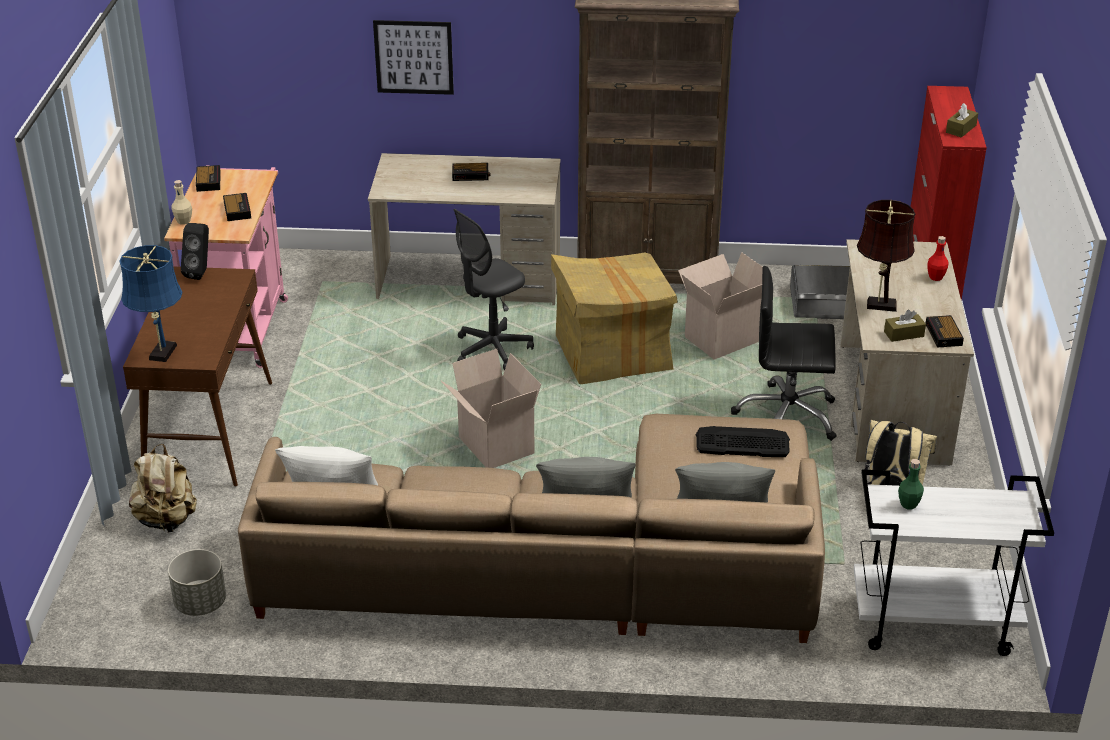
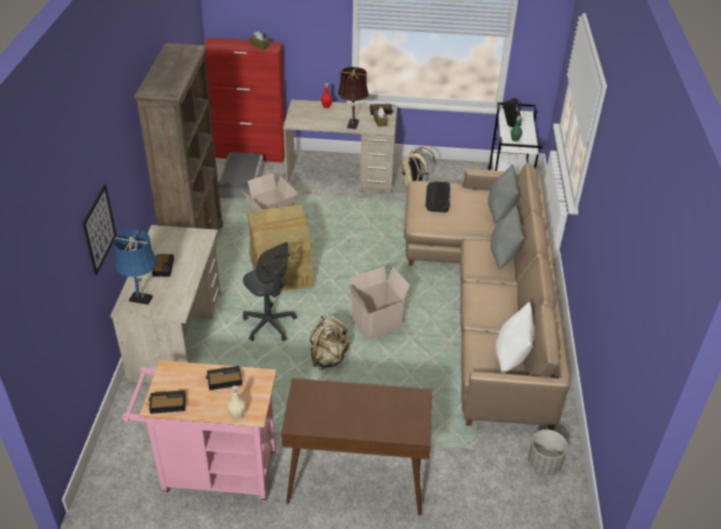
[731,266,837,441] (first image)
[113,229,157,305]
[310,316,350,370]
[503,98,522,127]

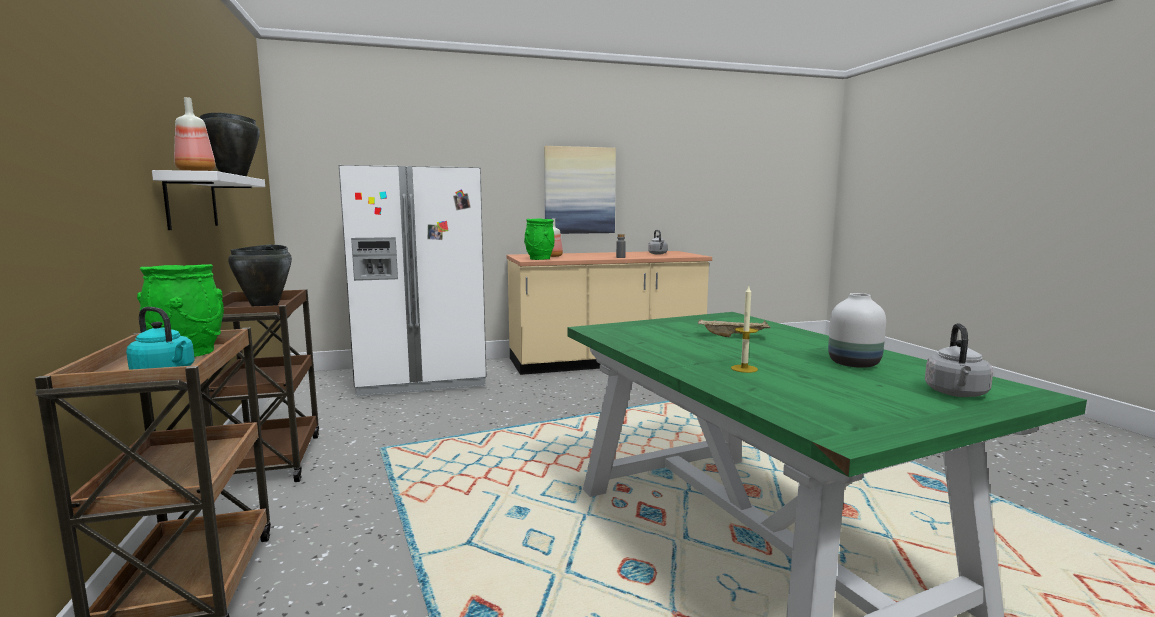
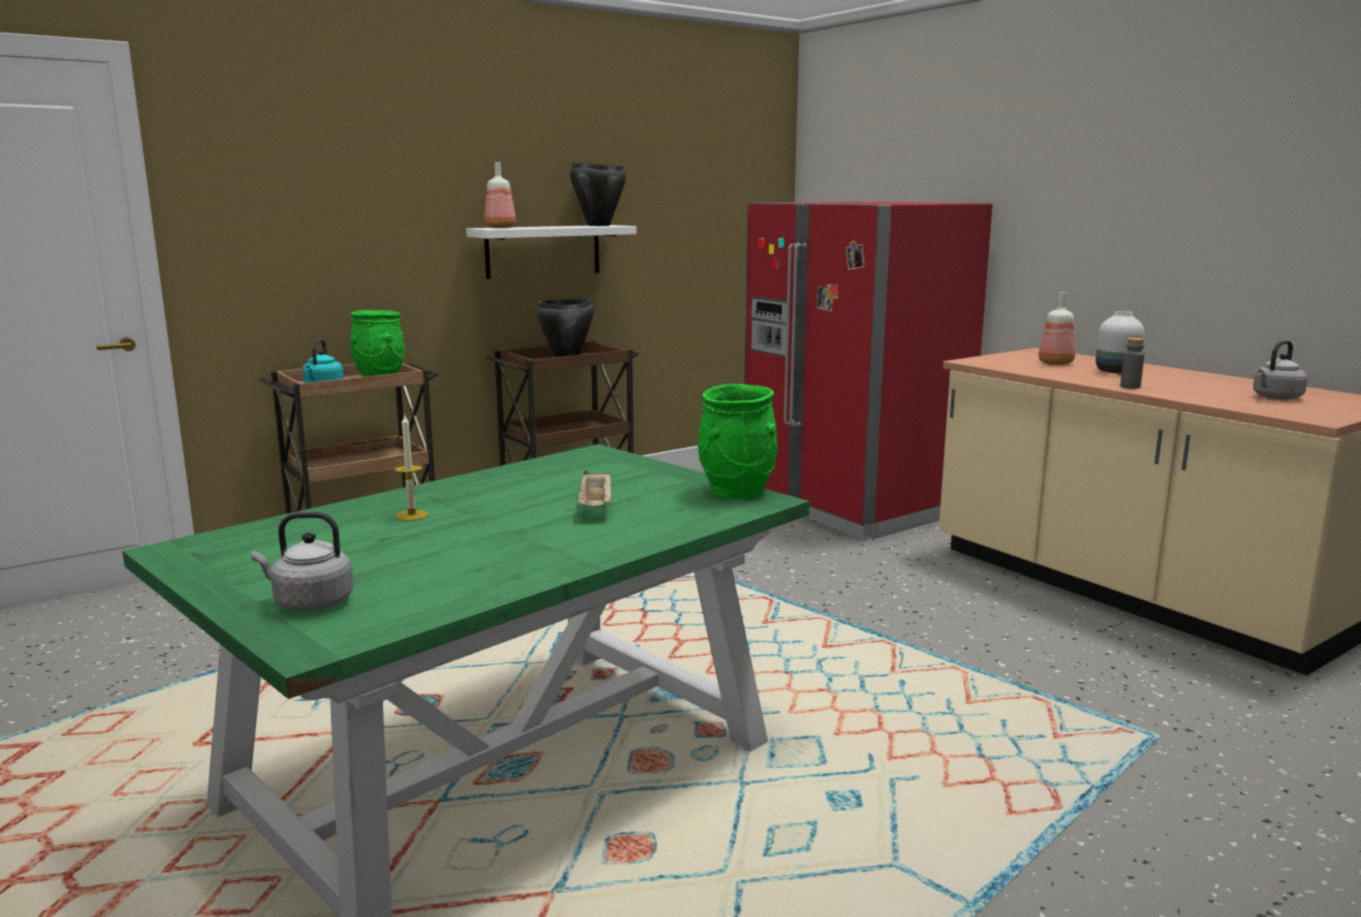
[544,146,616,234] (first image)
[698,384,778,499]
[1096,311,1145,374]
[744,202,993,539]

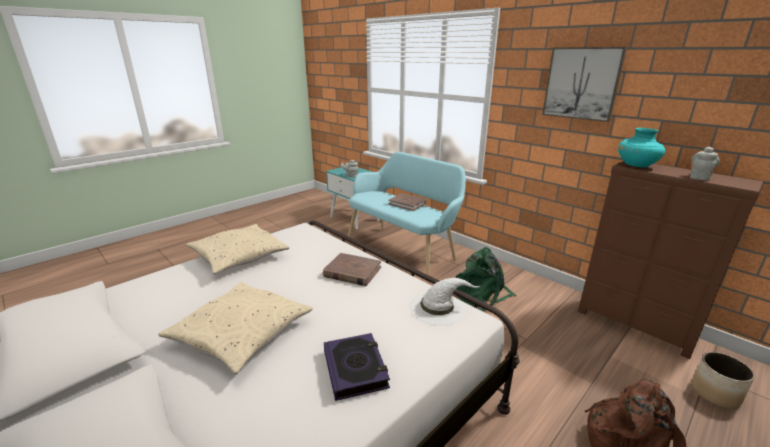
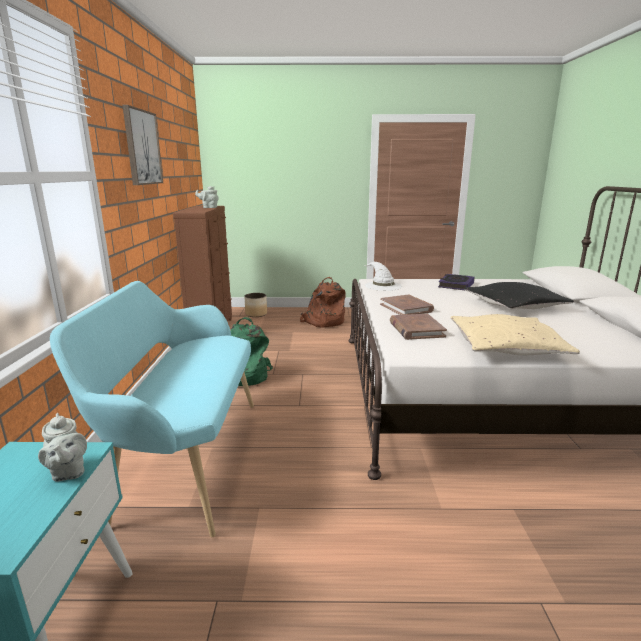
[618,128,665,168] (first image)
[390,314,447,340]
[464,282,574,309]

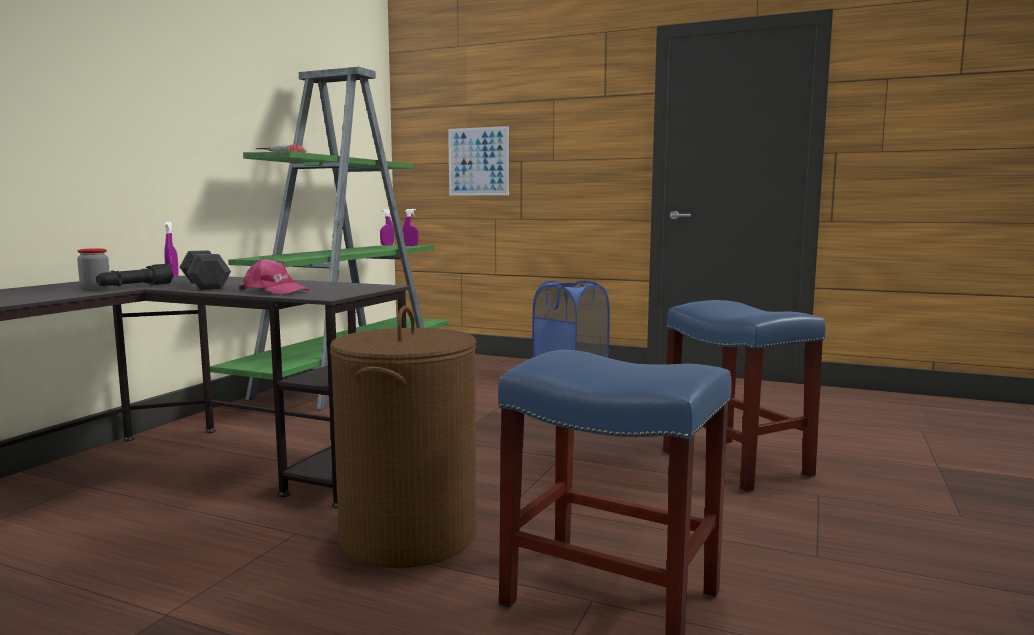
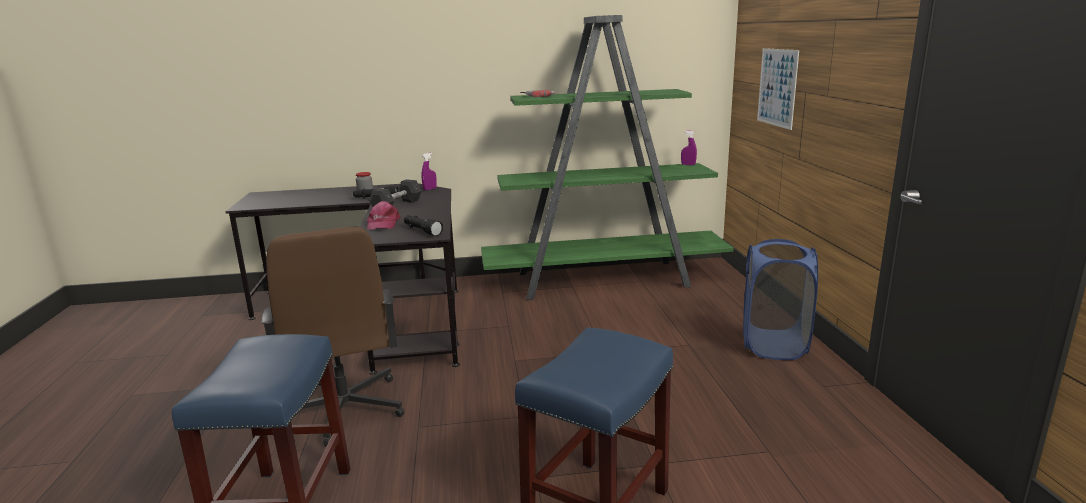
[402,209,419,246] (first image)
[404,215,443,236]
[261,227,404,446]

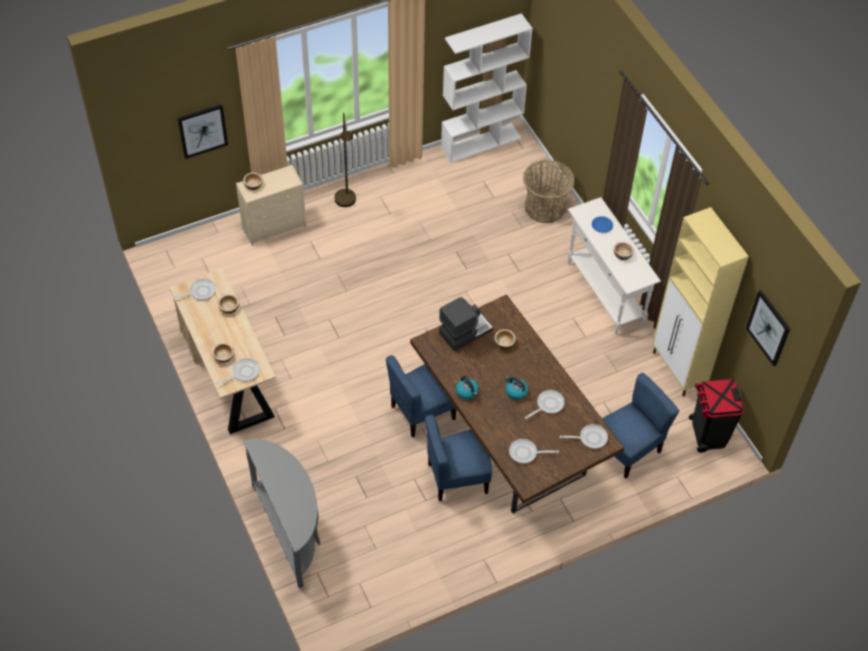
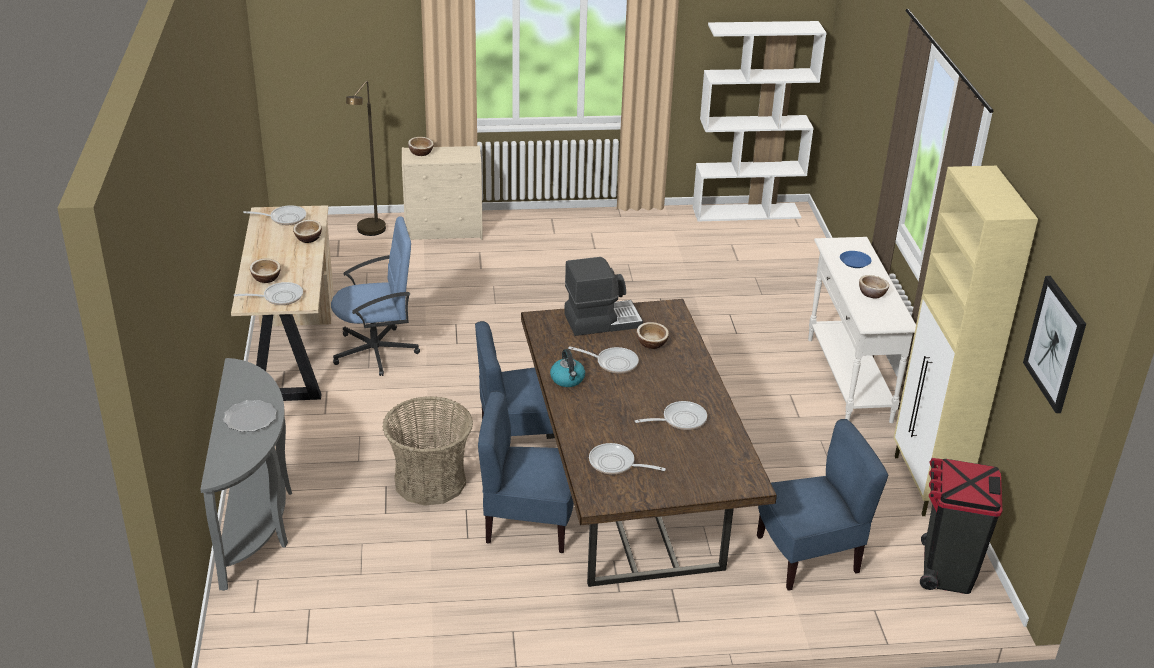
[178,104,228,159] (first image)
[505,376,528,400] (first image)
[223,400,277,432]
[331,217,420,376]
[346,81,386,236]
[382,396,473,506]
[568,346,639,373]

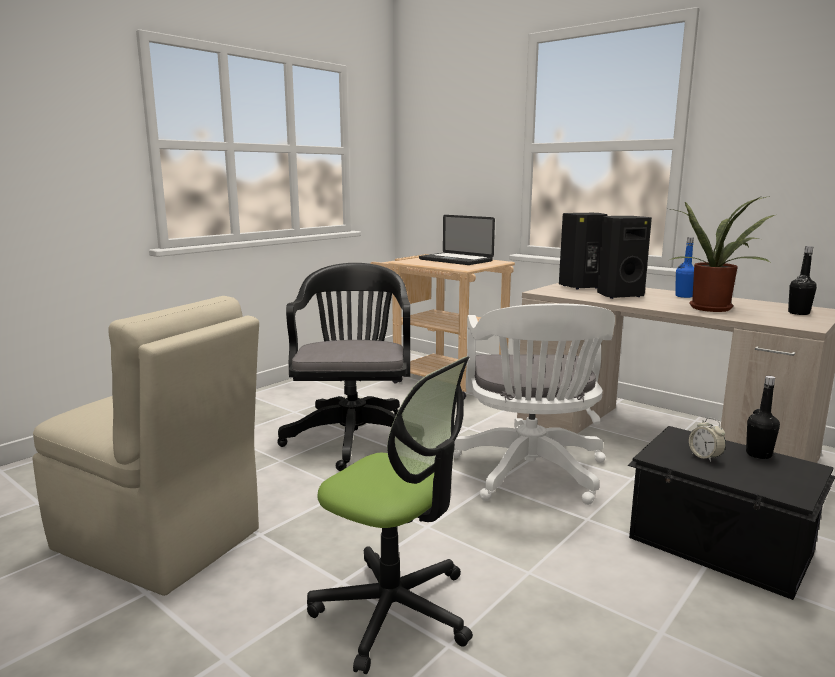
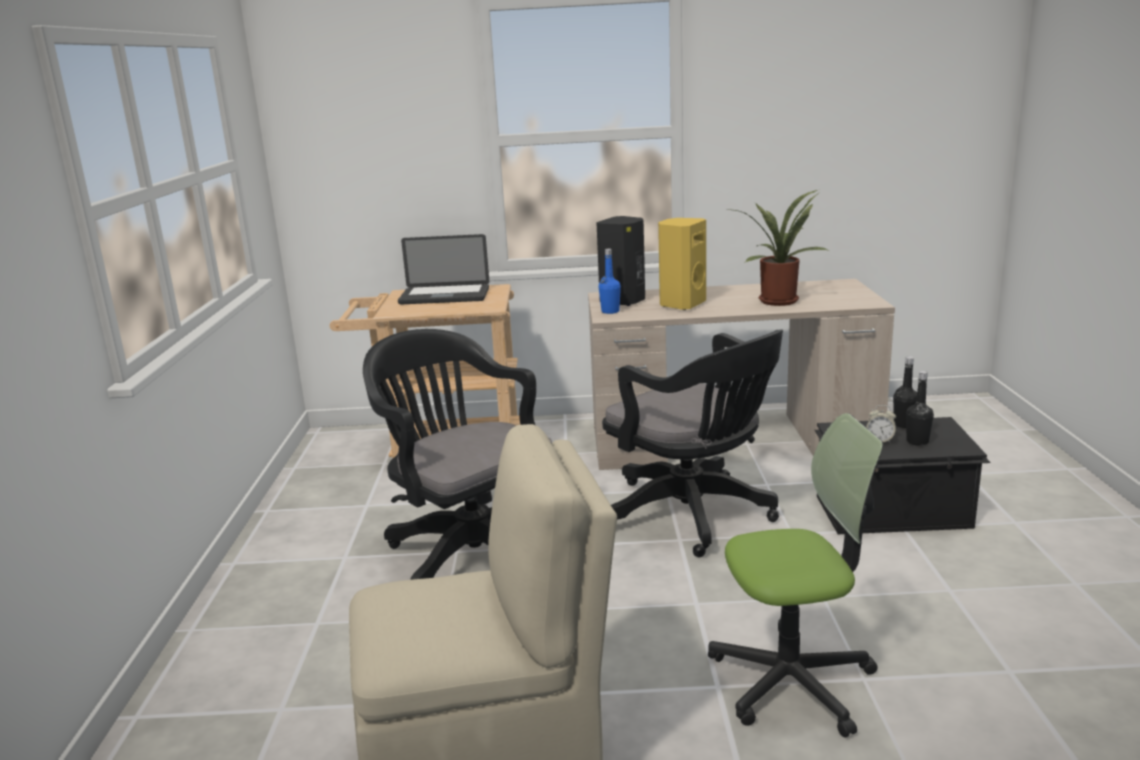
[599,249,621,314]
[906,371,934,446]
[602,330,783,557]
[658,218,706,310]

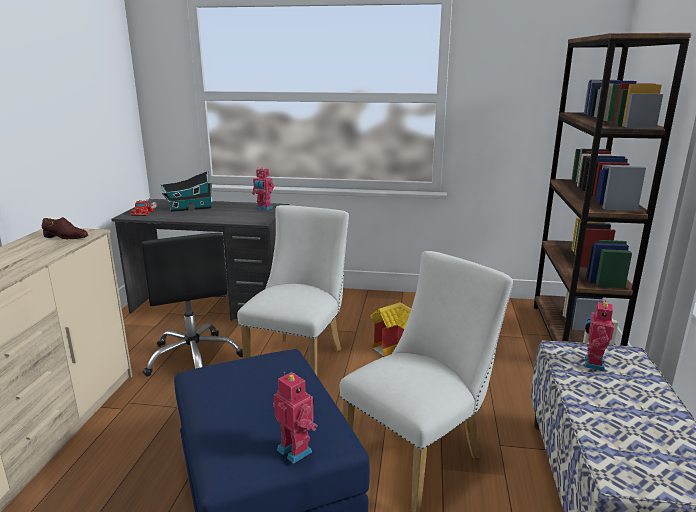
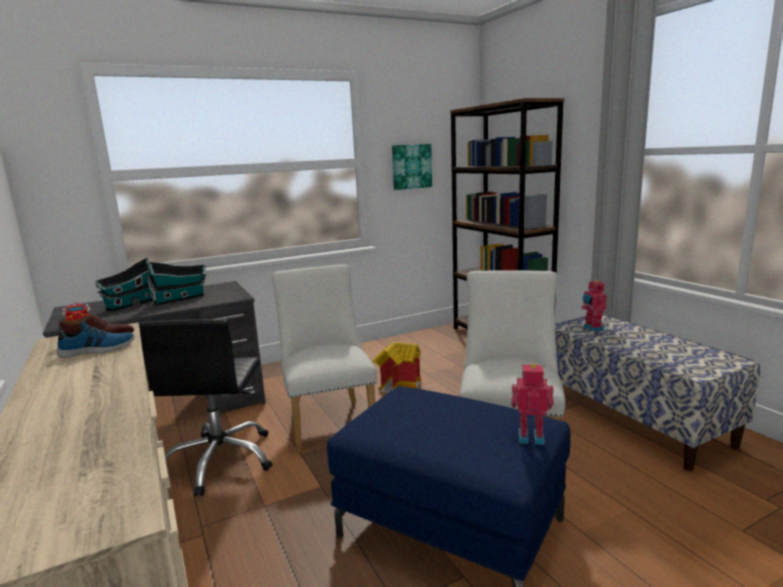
[252,167,274,211] (first image)
[57,317,134,358]
[147,261,206,305]
[392,144,432,190]
[139,319,272,496]

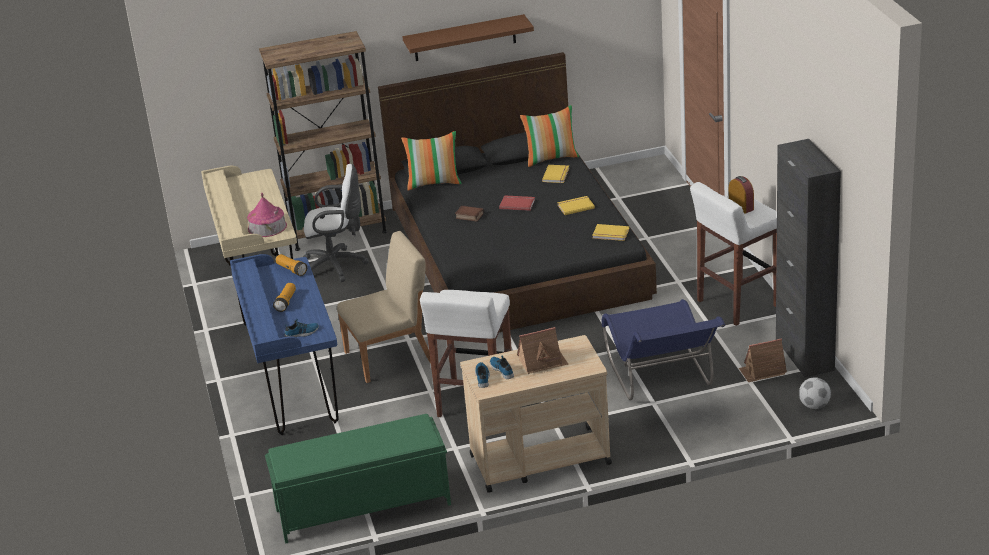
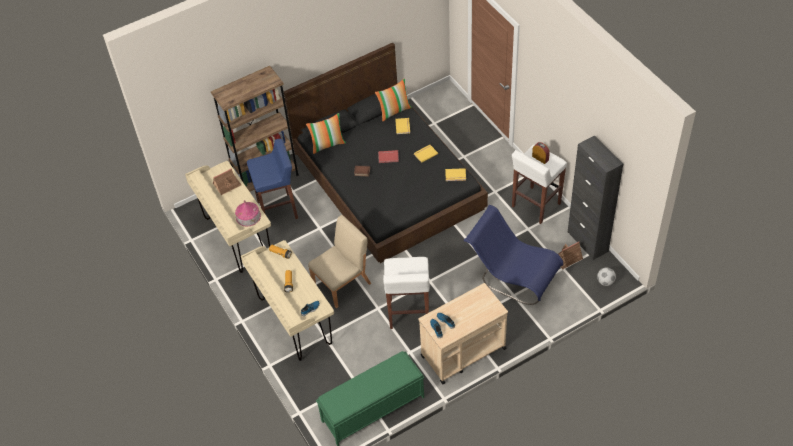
[402,14,534,61] (first image)
[213,168,242,195]
[247,139,298,219]
[241,240,334,361]
[464,205,563,305]

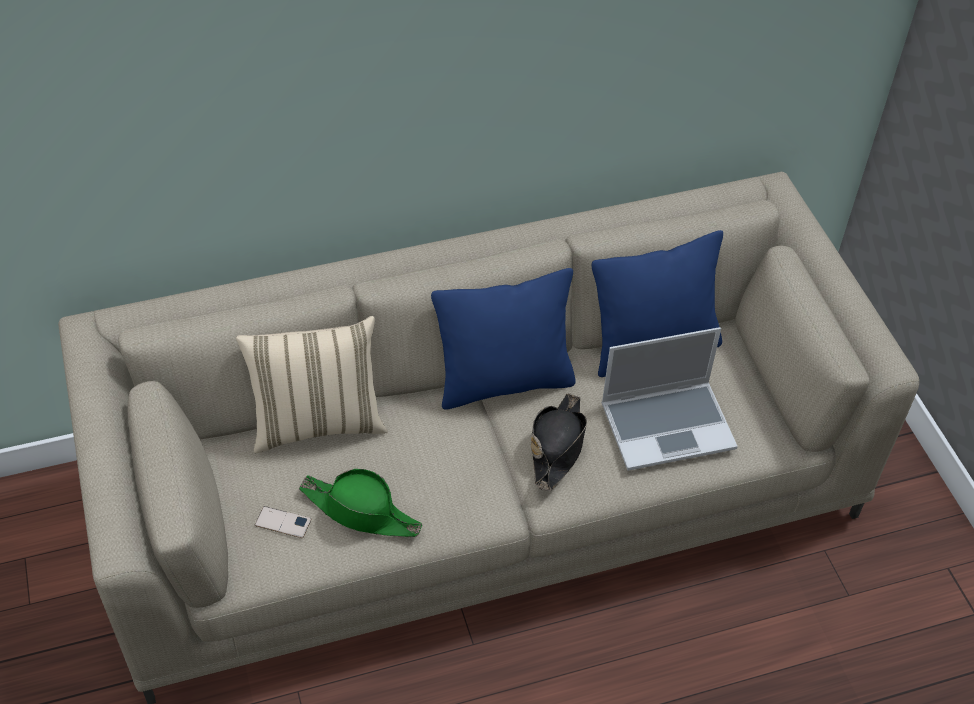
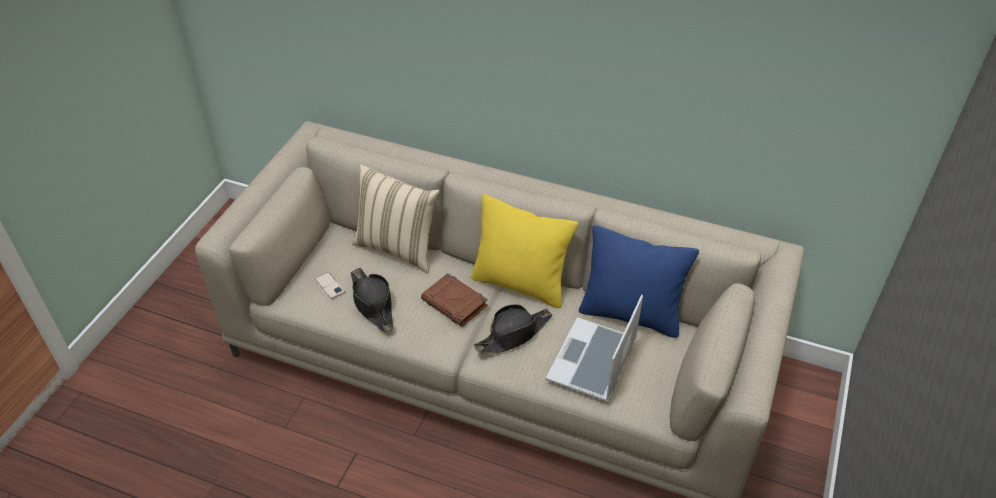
[421,273,488,327]
[350,268,394,333]
[471,194,578,308]
[546,295,643,402]

